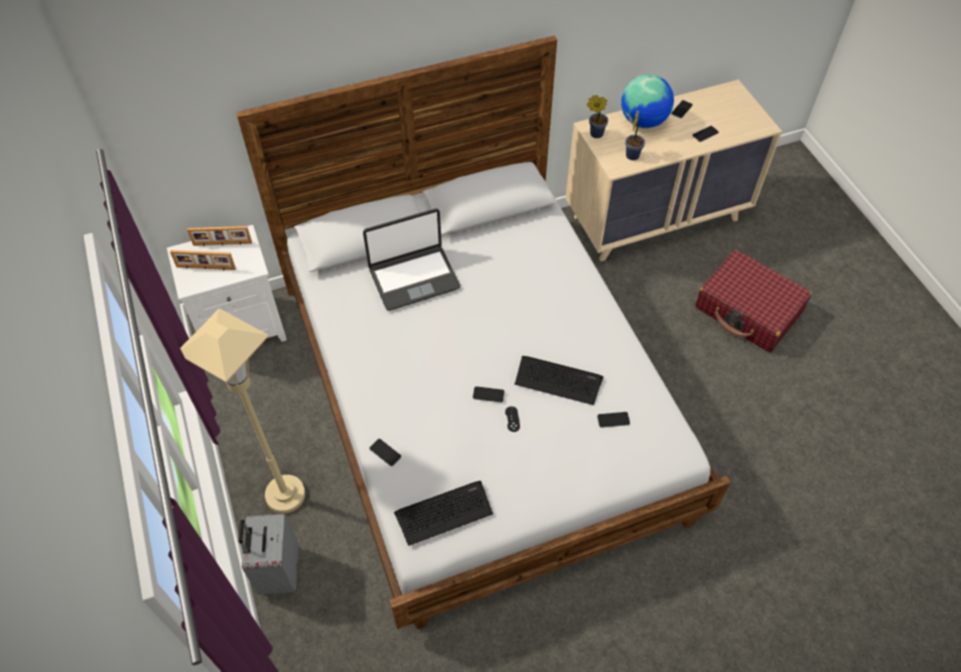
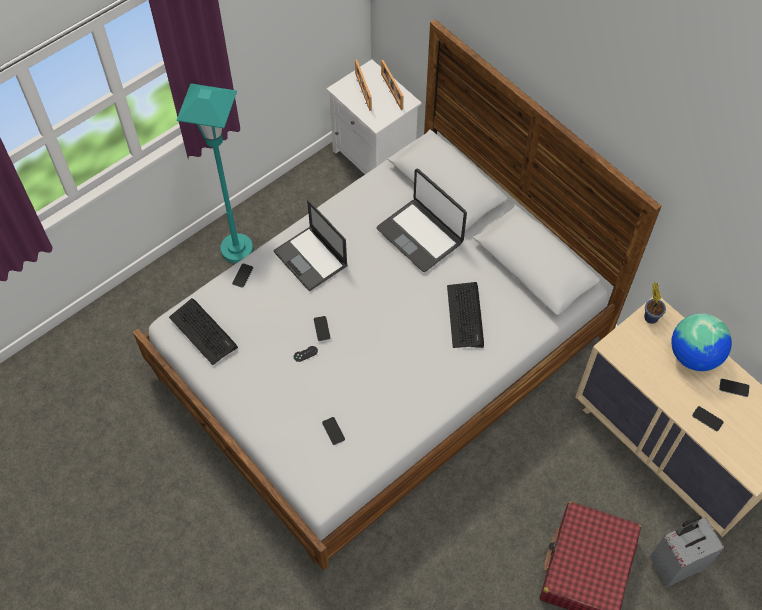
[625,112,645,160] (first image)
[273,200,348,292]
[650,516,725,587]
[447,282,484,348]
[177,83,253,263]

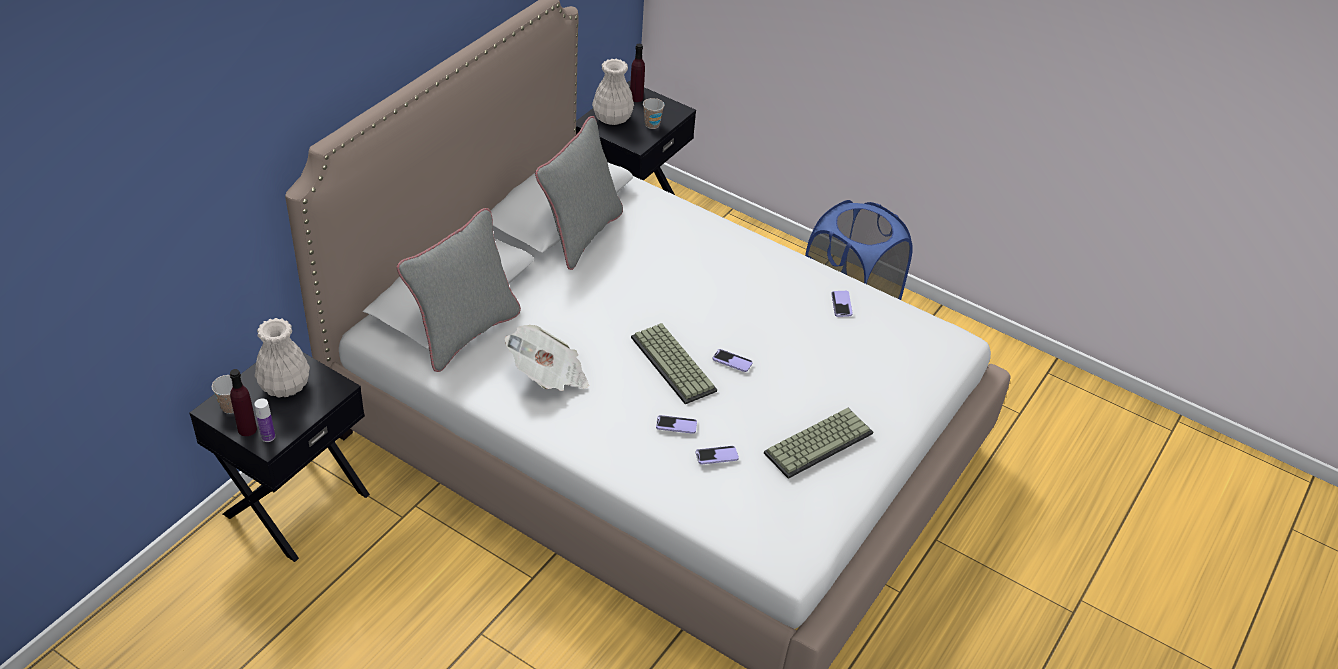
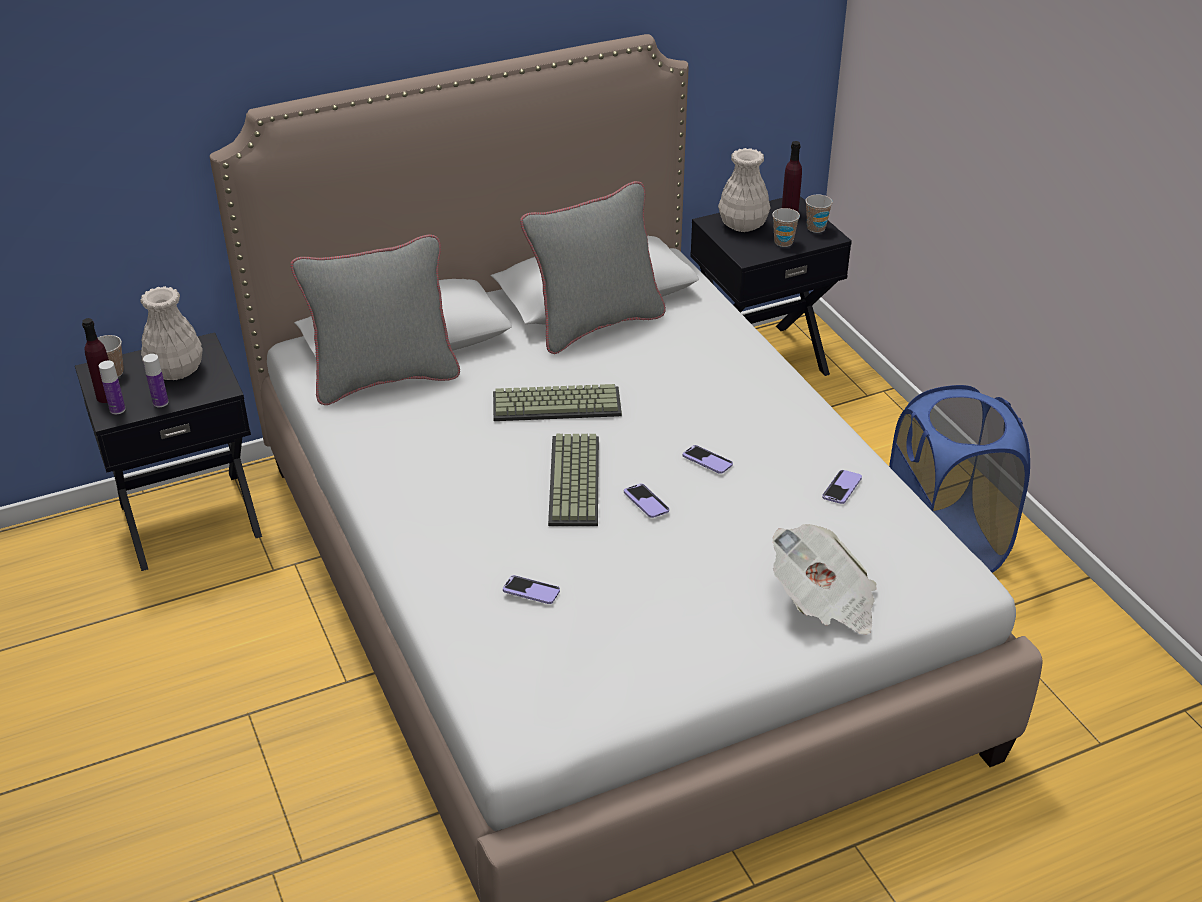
[143,354,169,407]
[805,195,833,233]
[773,524,877,635]
[683,445,733,474]
[493,384,622,421]

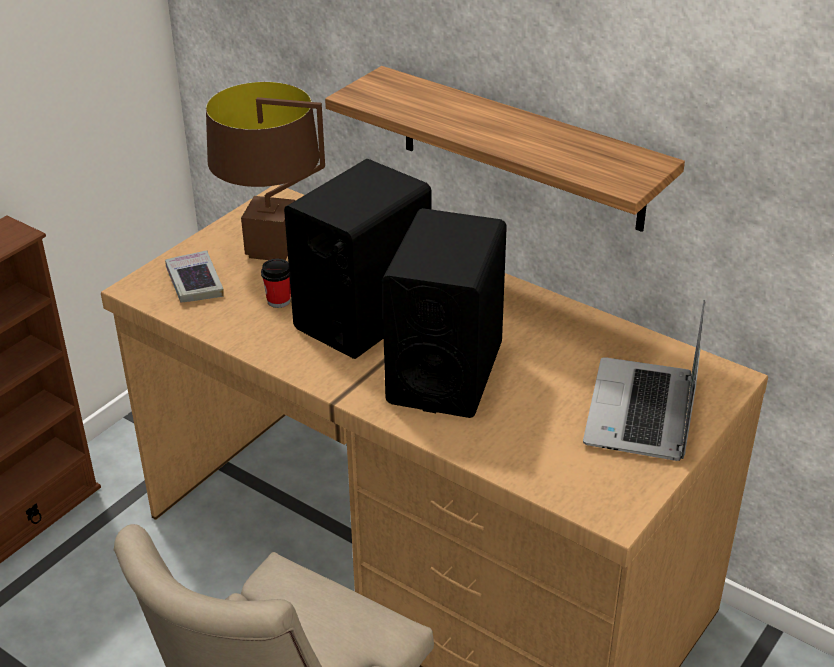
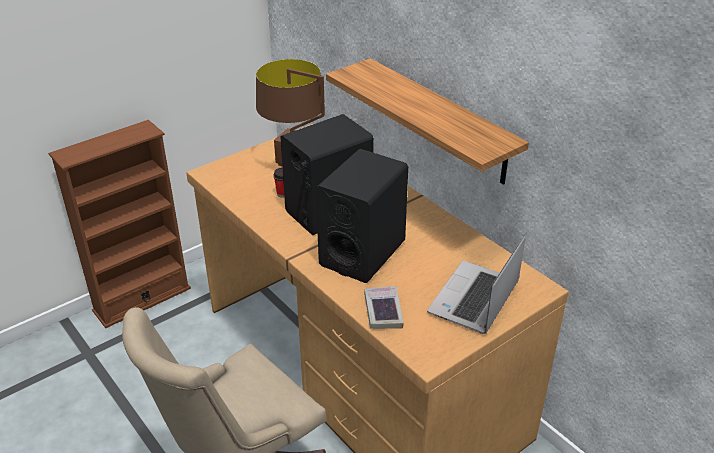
[364,286,404,329]

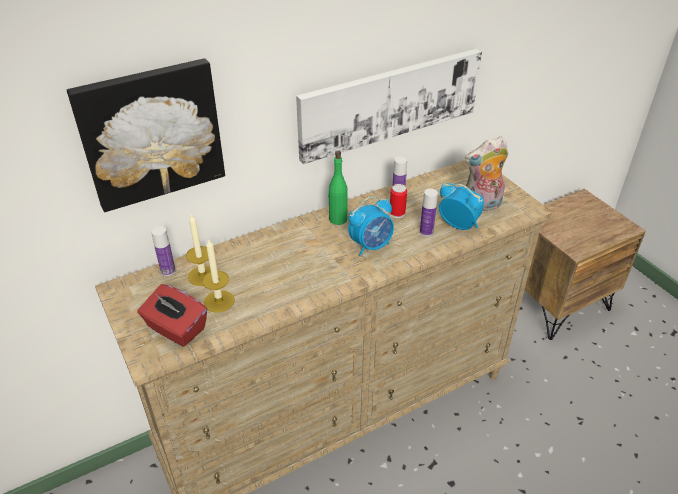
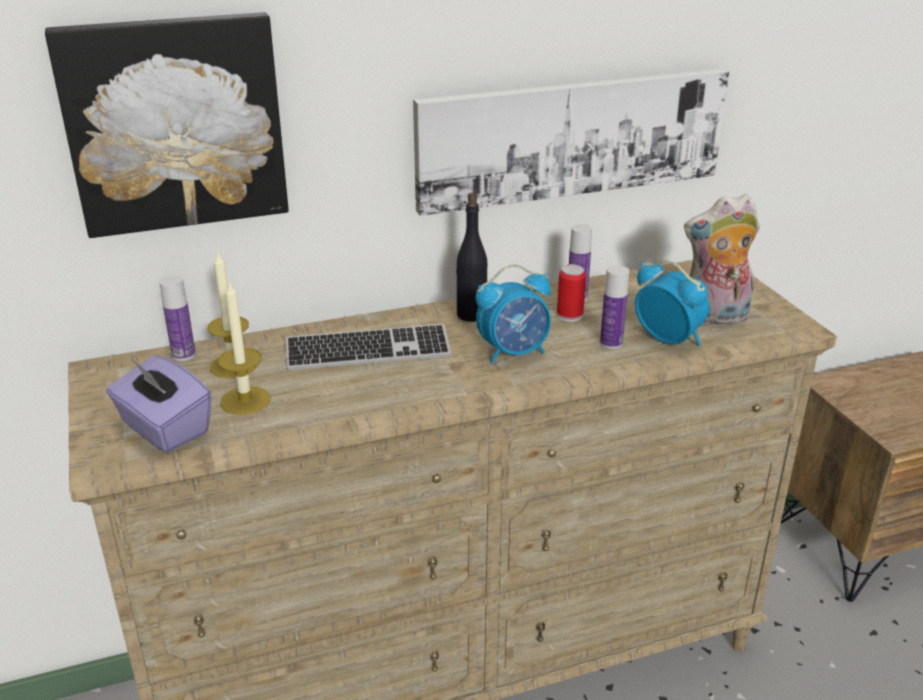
[286,324,451,370]
[106,356,212,453]
[456,193,487,322]

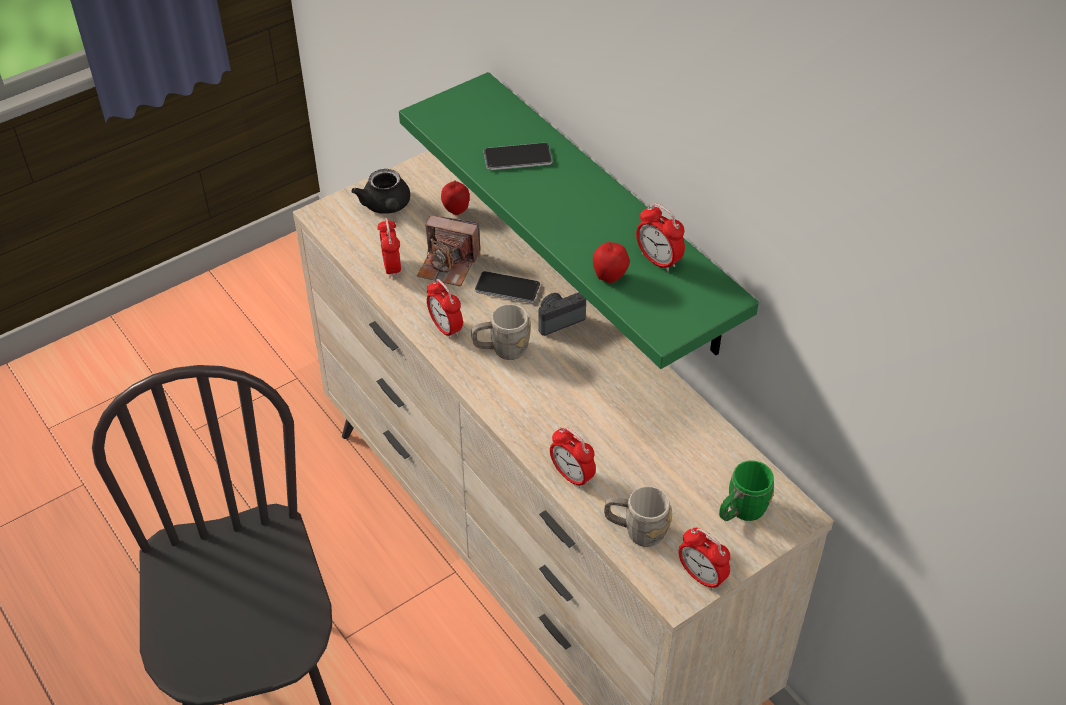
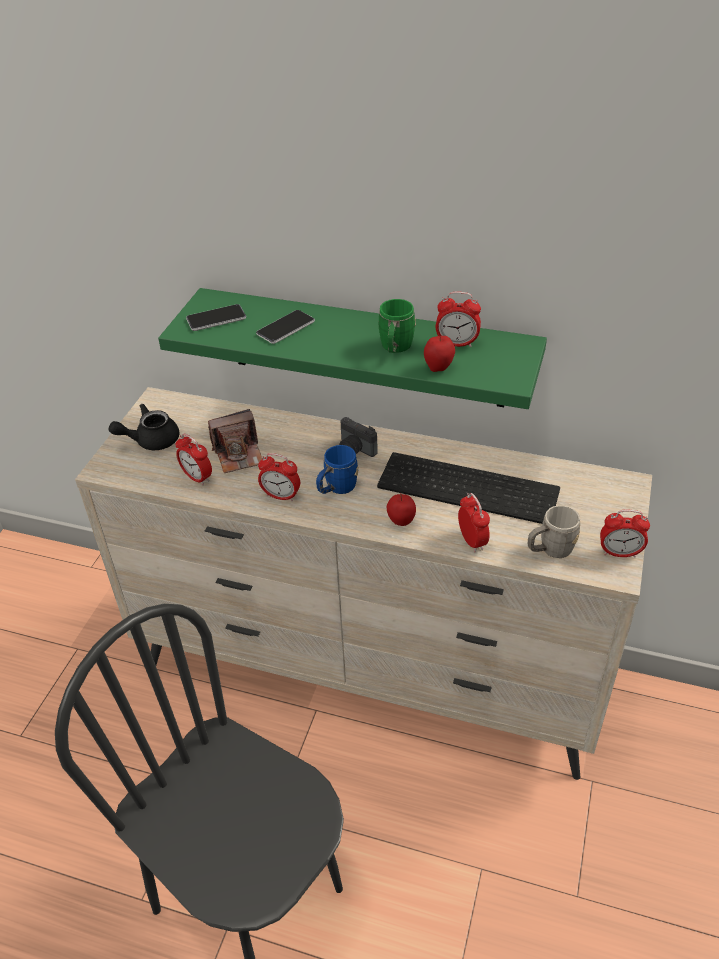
[377,452,560,524]
[387,493,416,526]
[186,304,246,331]
[379,299,416,353]
[316,445,358,494]
[108,404,180,451]
[339,417,378,457]
[458,493,490,552]

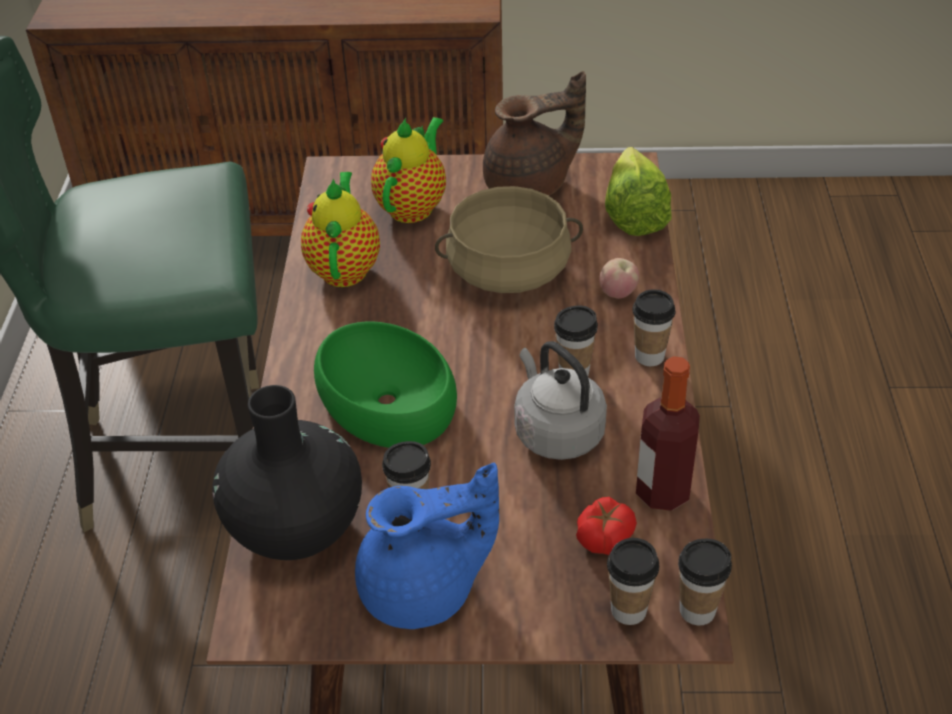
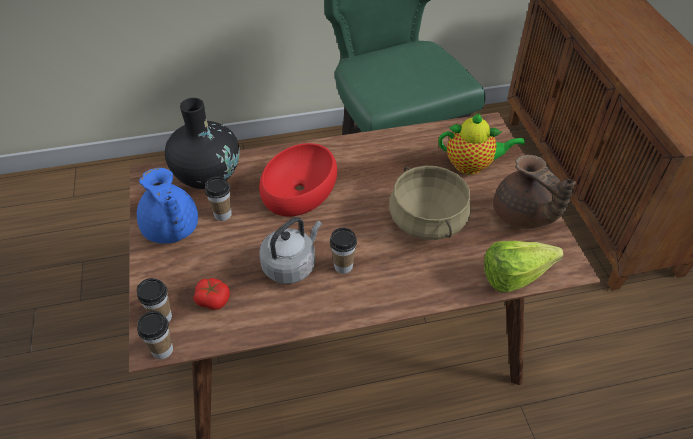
[301,172,380,287] (first image)
[599,258,639,299] (first image)
[632,289,676,366] (first image)
[636,356,700,511] (first image)
[259,143,337,217]

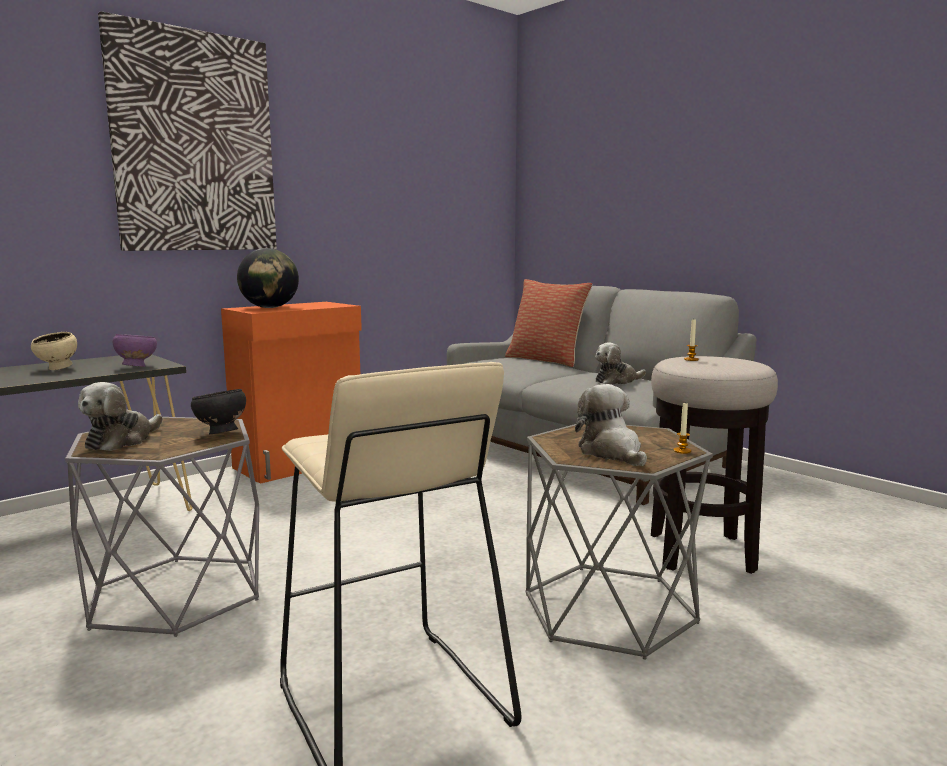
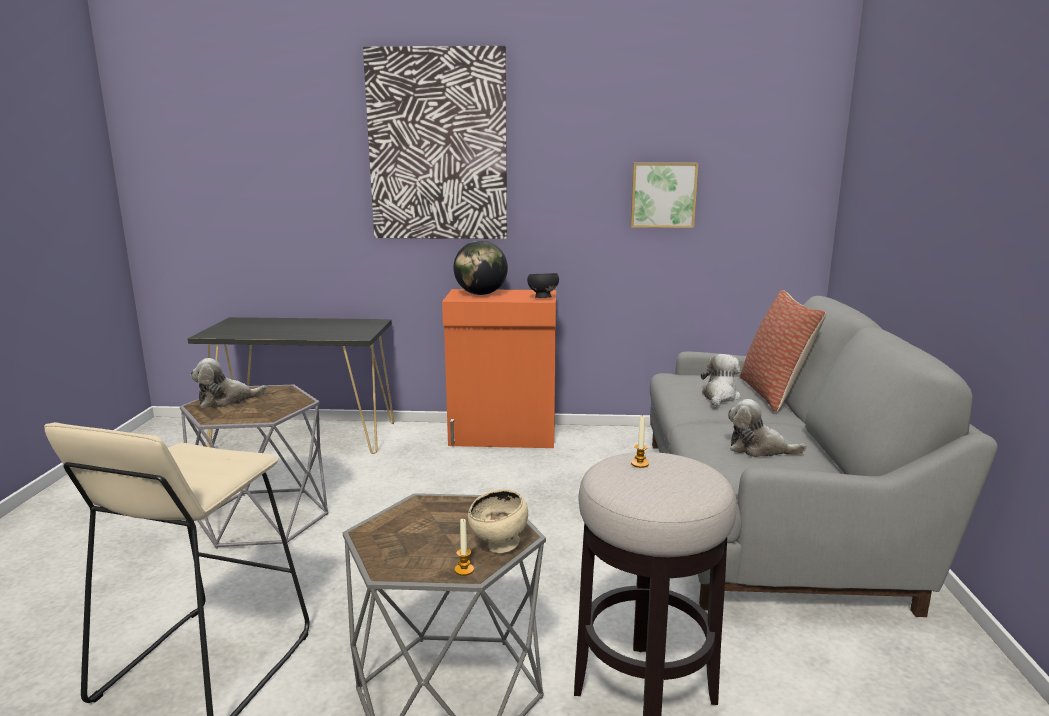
[113,334,157,367] (first image)
[630,163,698,228]
[468,489,528,553]
[527,273,559,298]
[701,354,741,406]

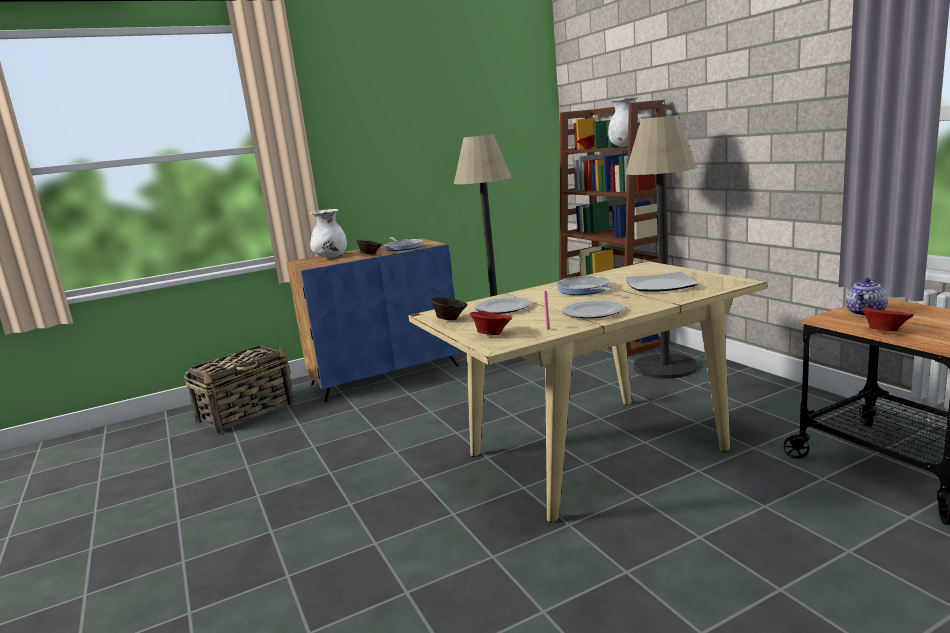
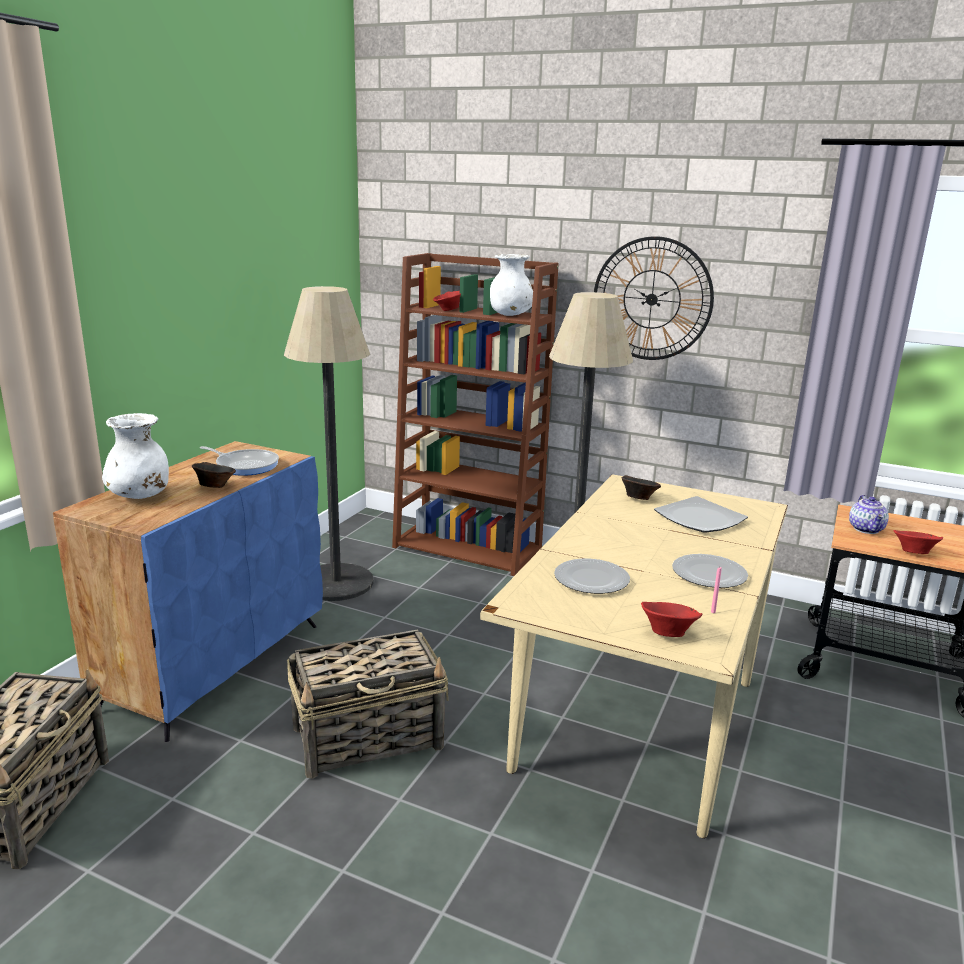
[556,276,613,295] (first image)
[287,630,449,779]
[594,236,714,360]
[621,475,661,500]

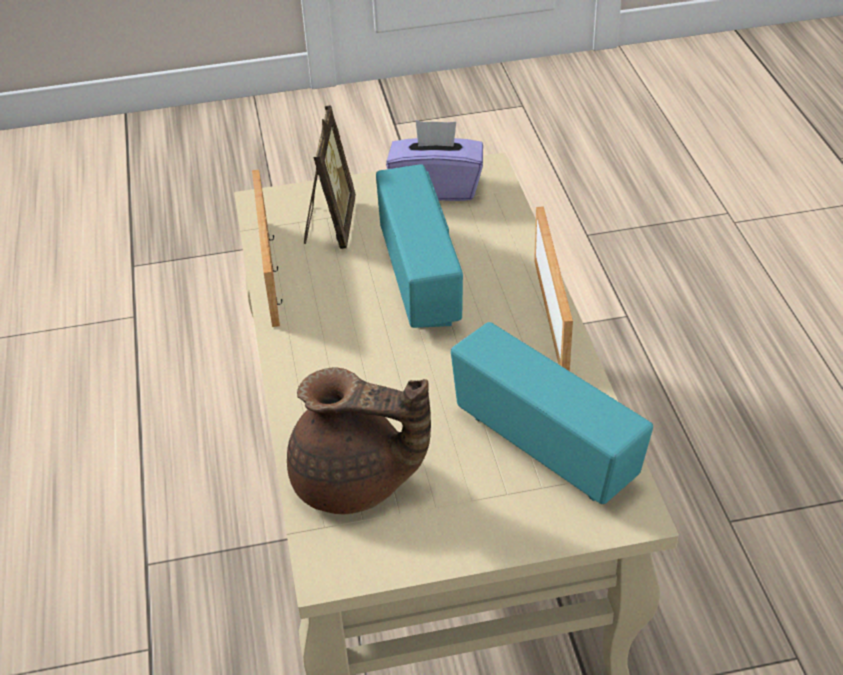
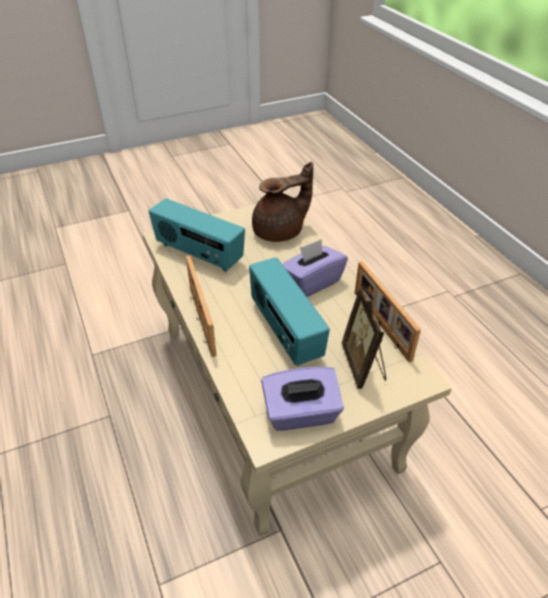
[282,239,348,297]
[252,162,313,242]

